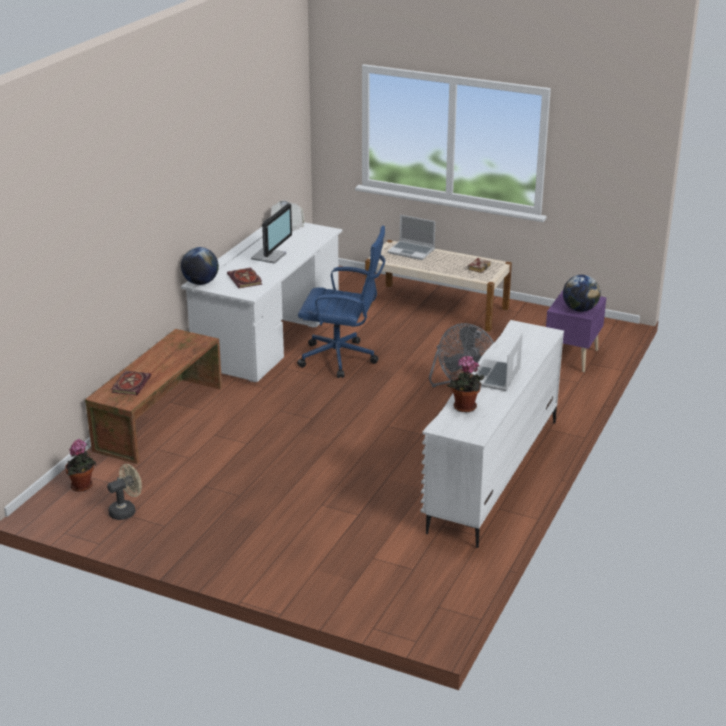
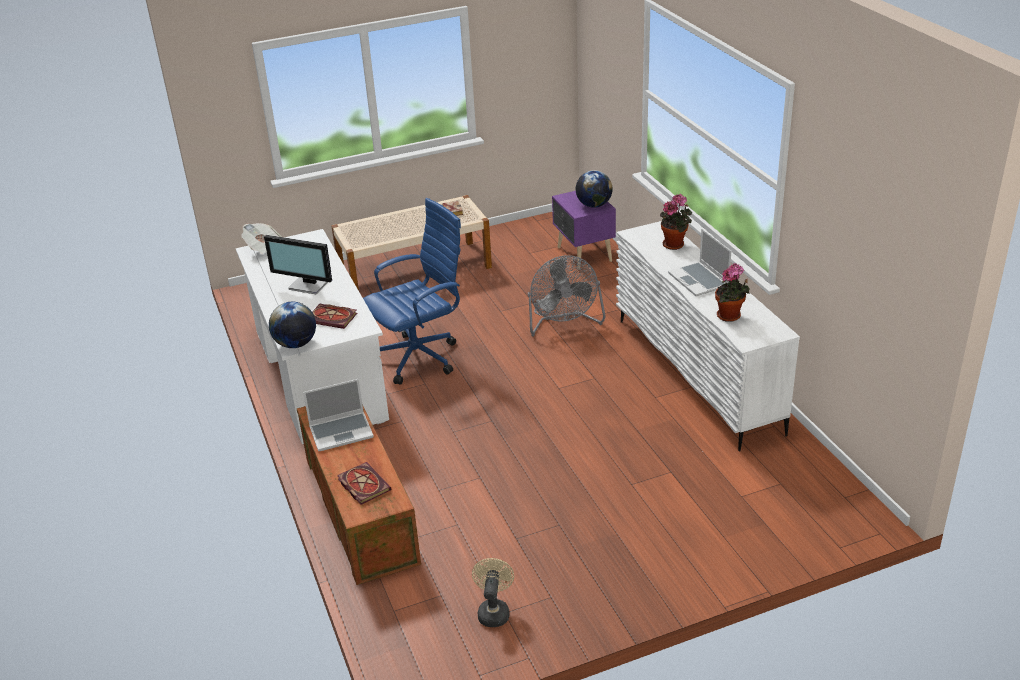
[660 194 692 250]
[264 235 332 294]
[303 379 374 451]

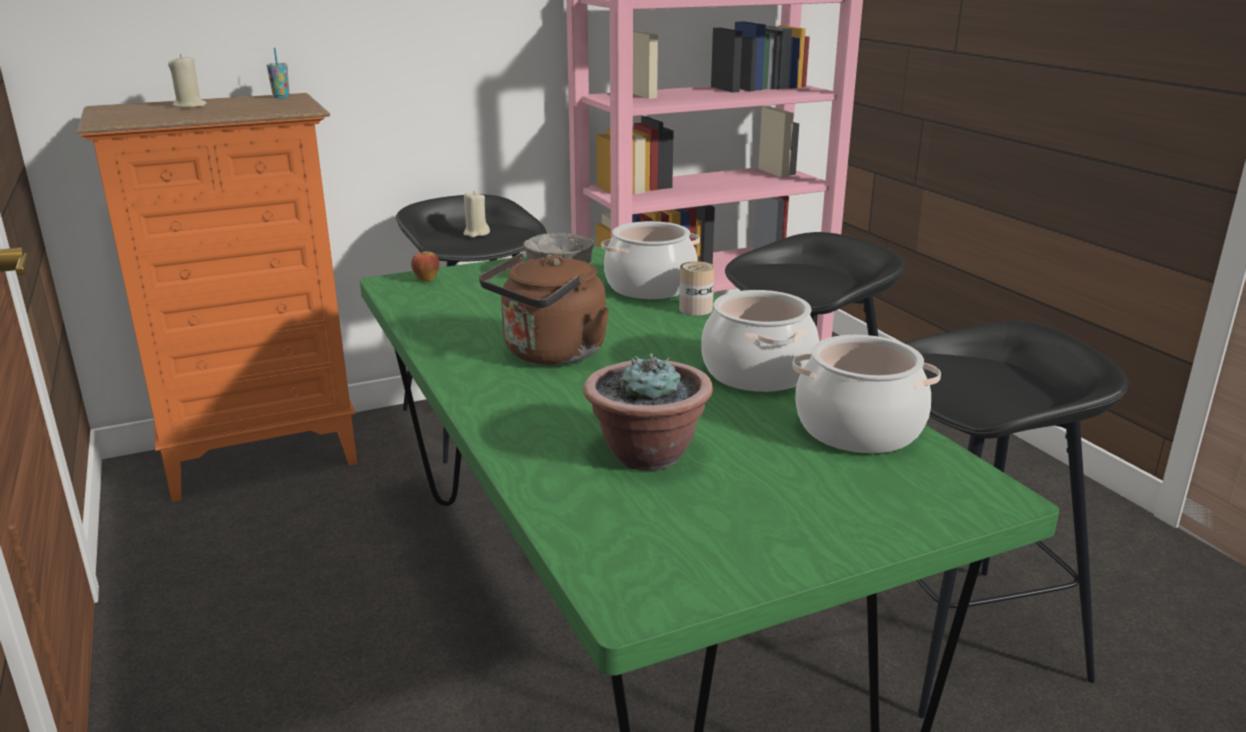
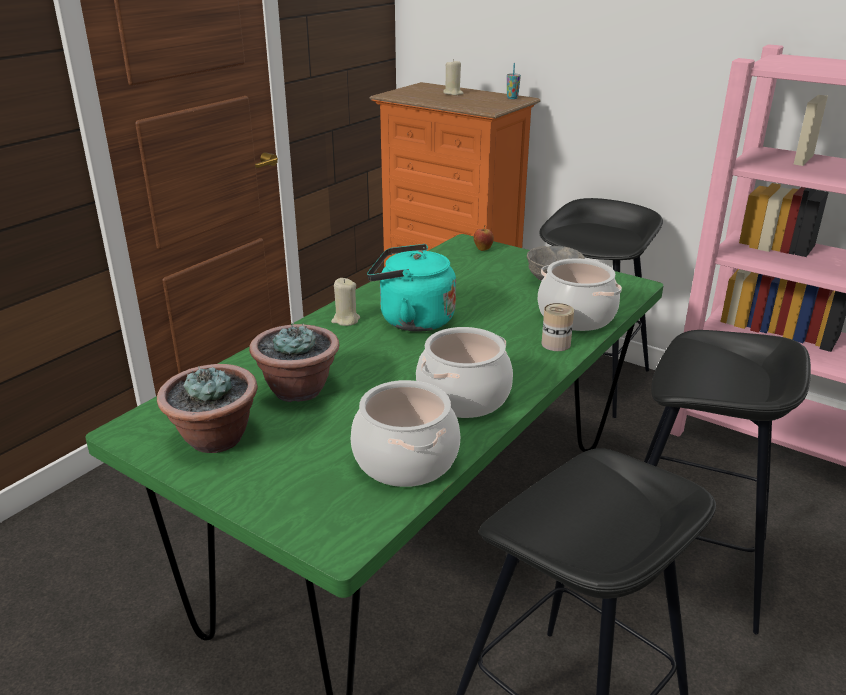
[331 278 360 326]
[367 244 456 332]
[157 364 258 453]

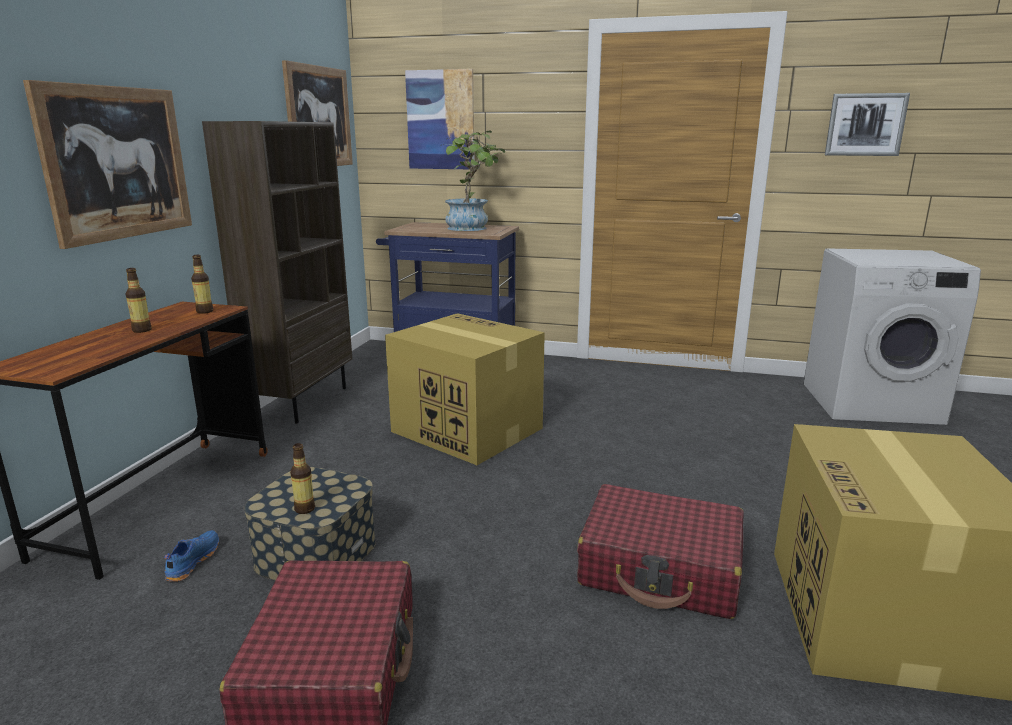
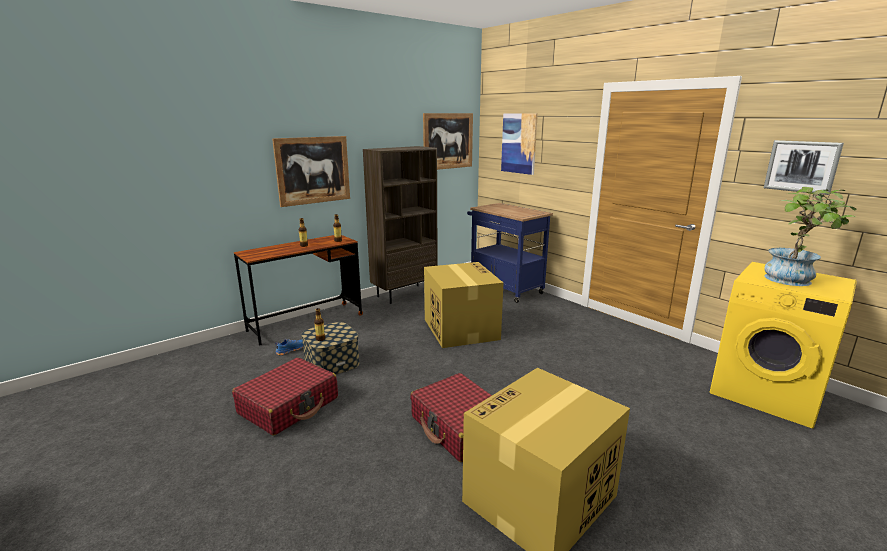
[764 187 857 286]
[709 262 857 428]

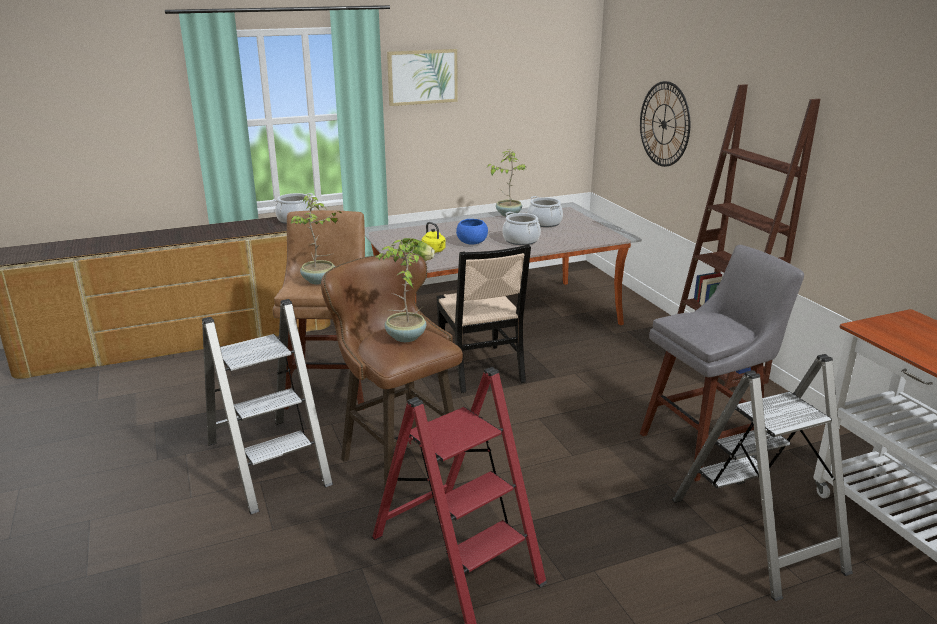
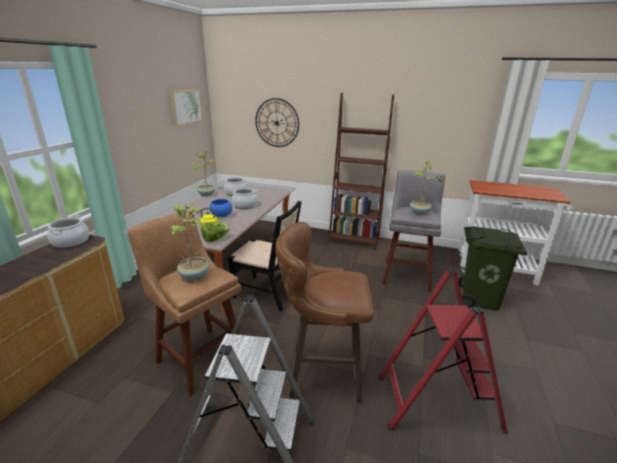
[410 160 442 215]
[170 89 203 127]
[458 227 527 311]

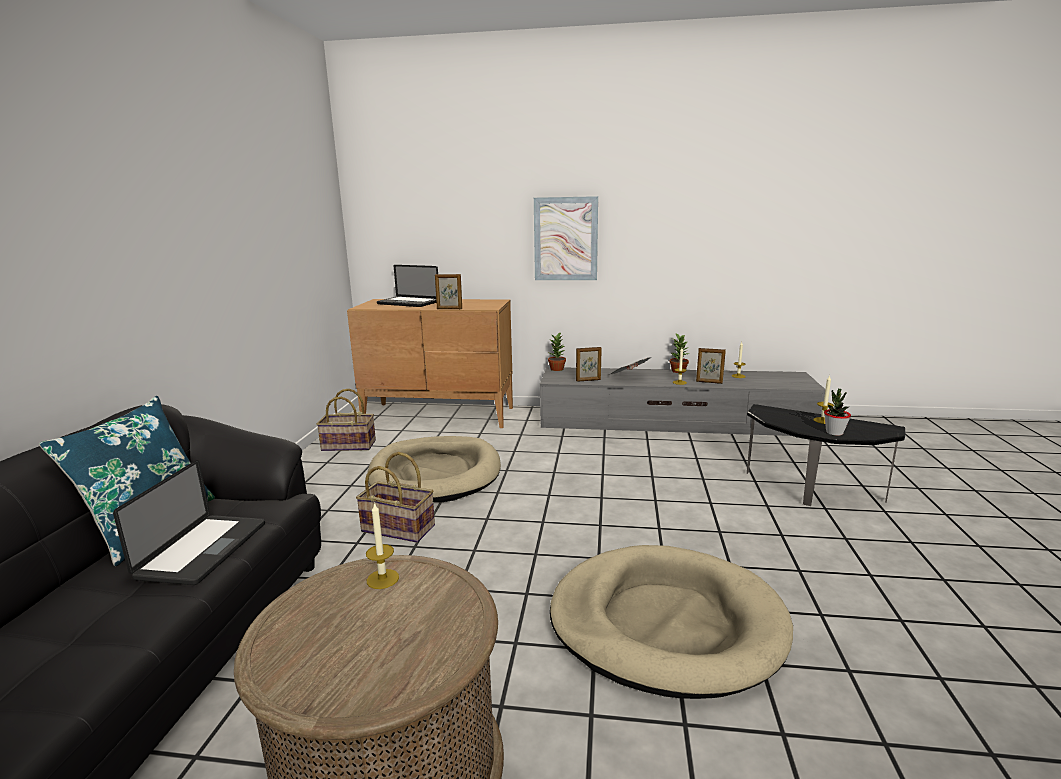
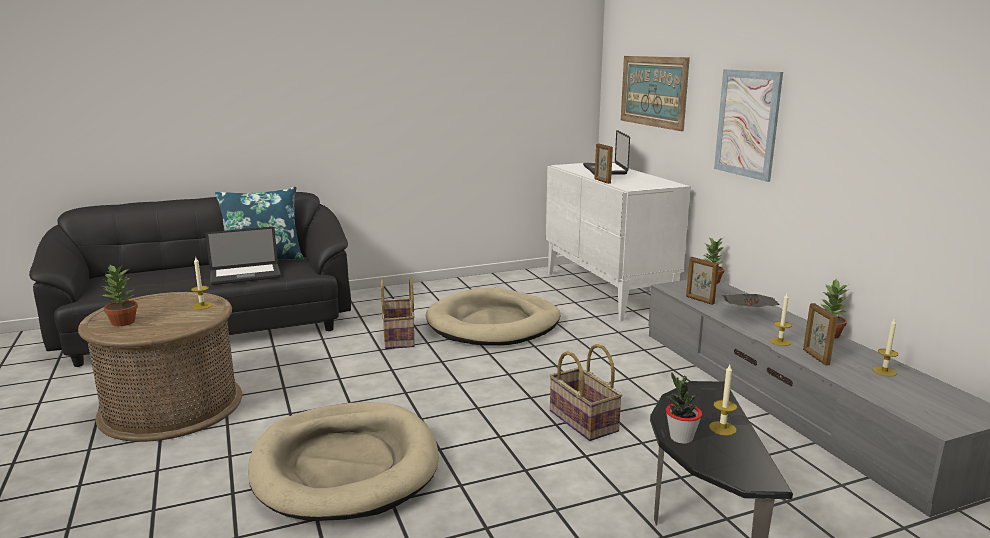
[550 344 622 441]
[546 162 691 321]
[102 264 138 326]
[621 56 690 131]

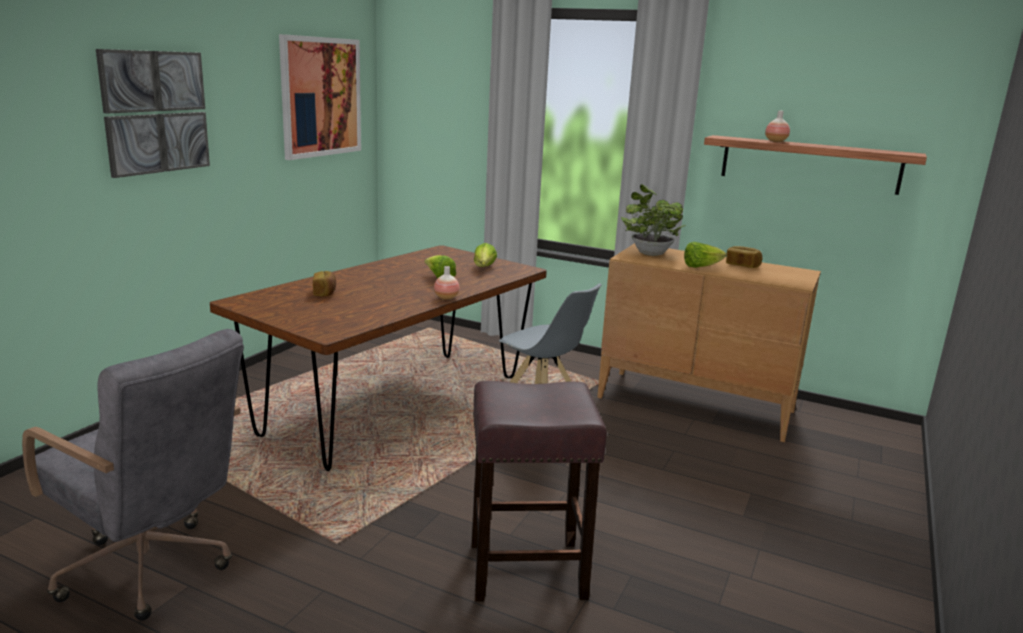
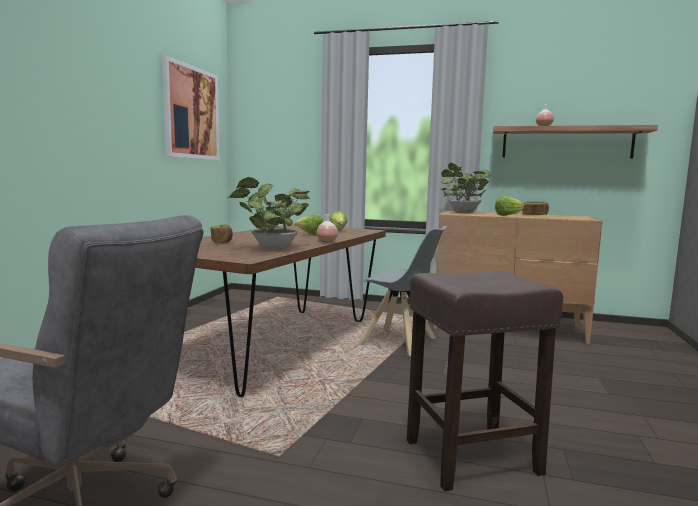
[96 49 210 178] (first image)
[227 177 310 250]

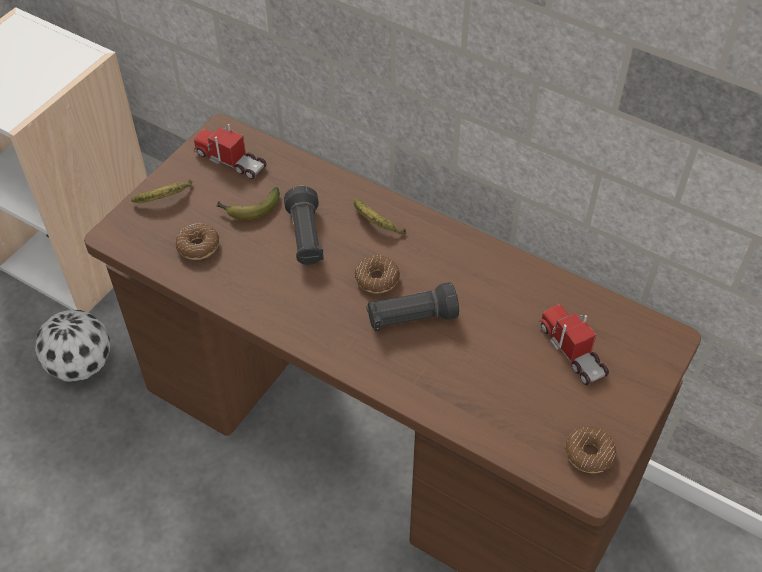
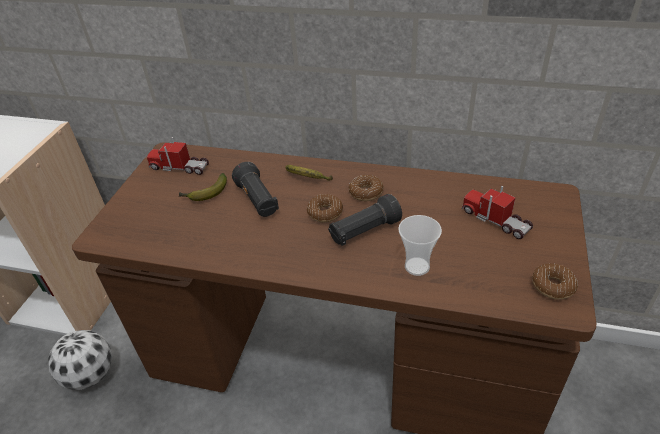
[131 179 192 203] (first image)
[349 175 384 201]
[398 215 442 276]

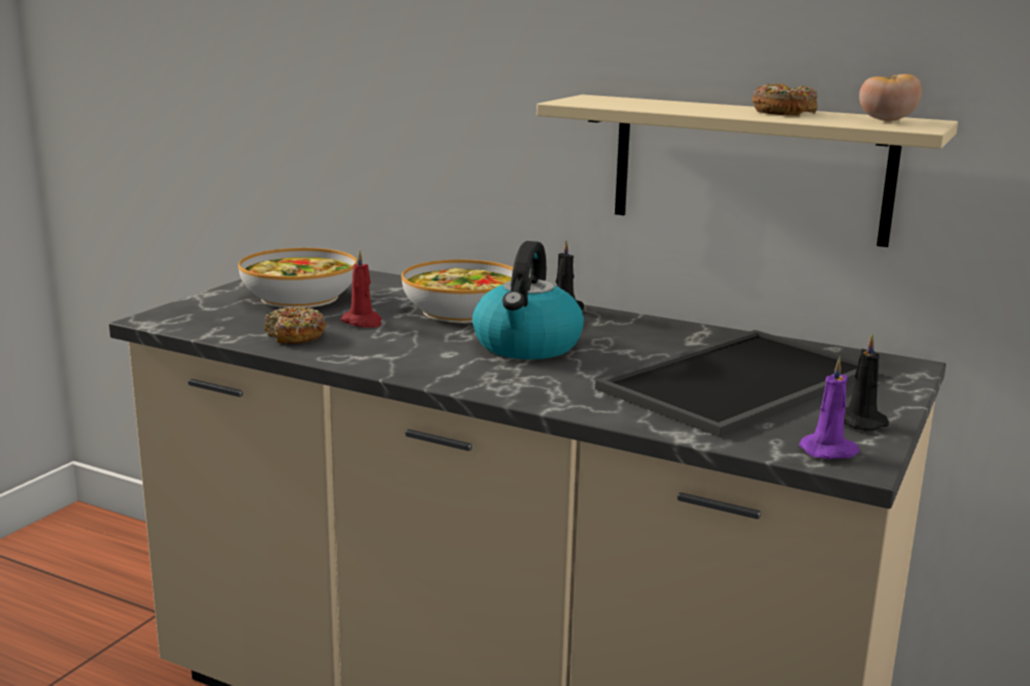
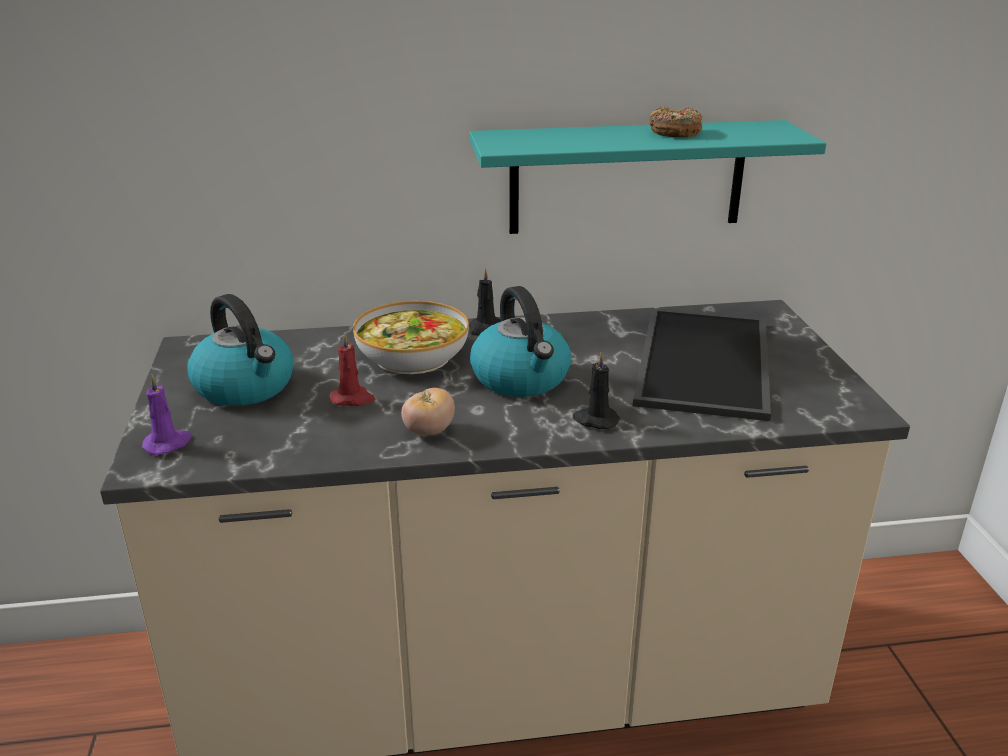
[187 294 294 406]
[265 306 326 344] (first image)
[469 120 826 234]
[142 374 192 455]
[573 352 620 429]
[401 388 455 435]

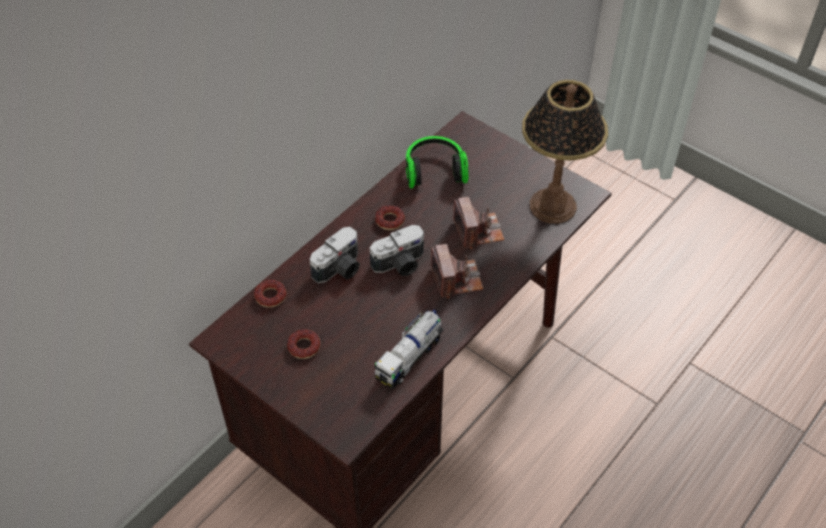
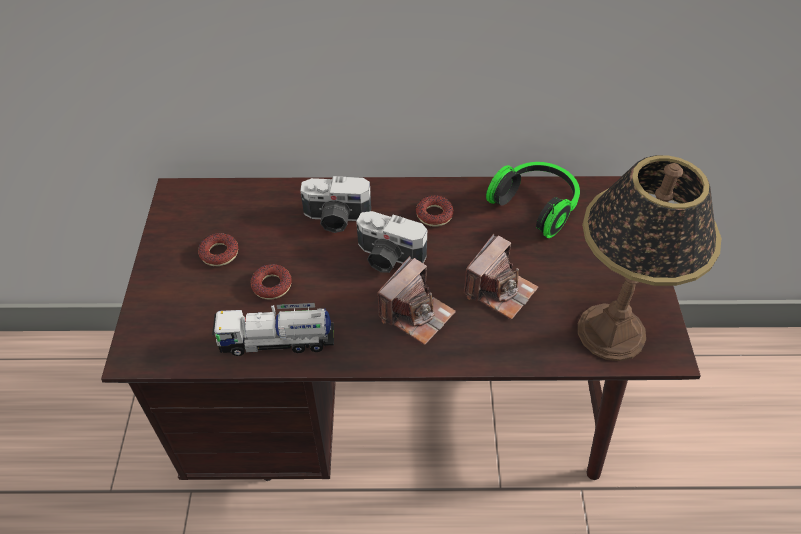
[251 264 292 300]

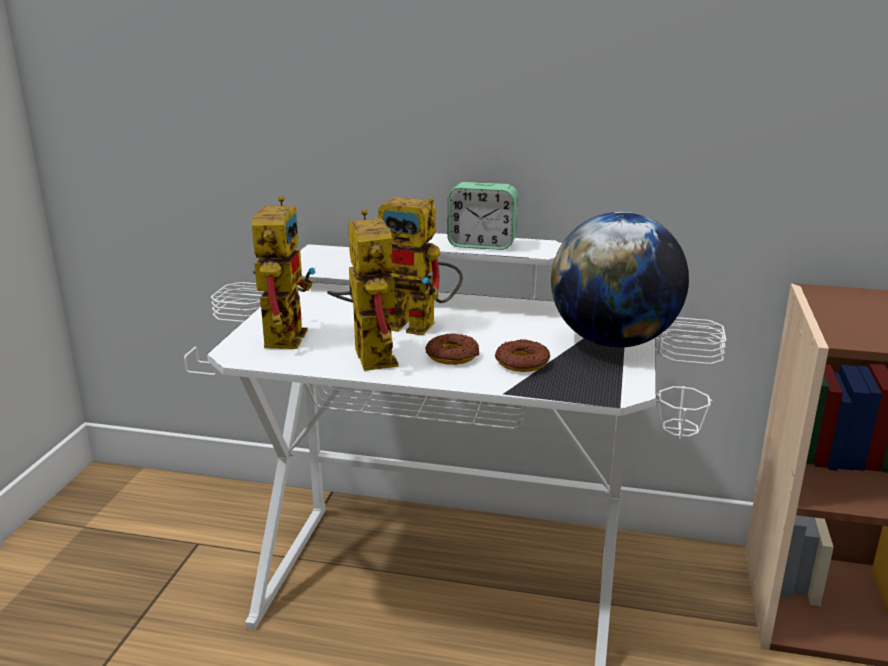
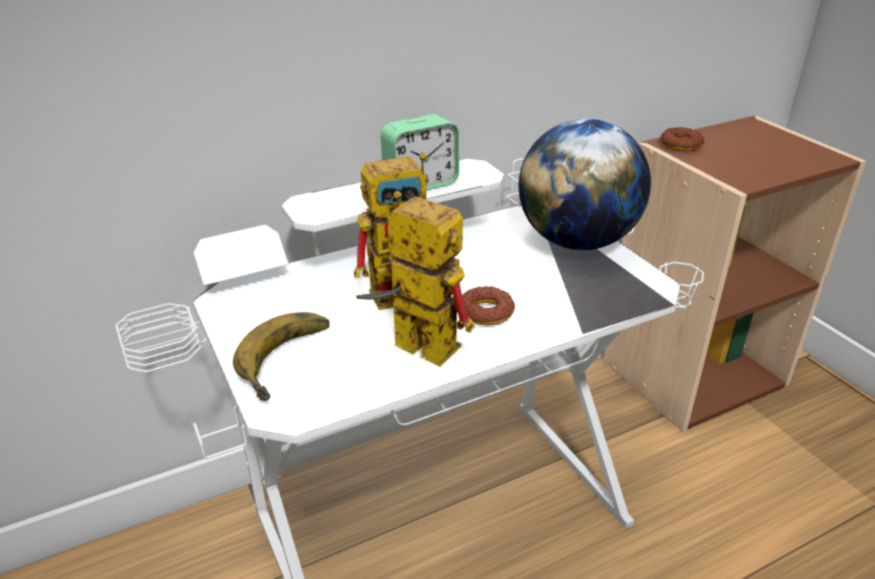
[233 312 330 401]
[661 127 704 151]

